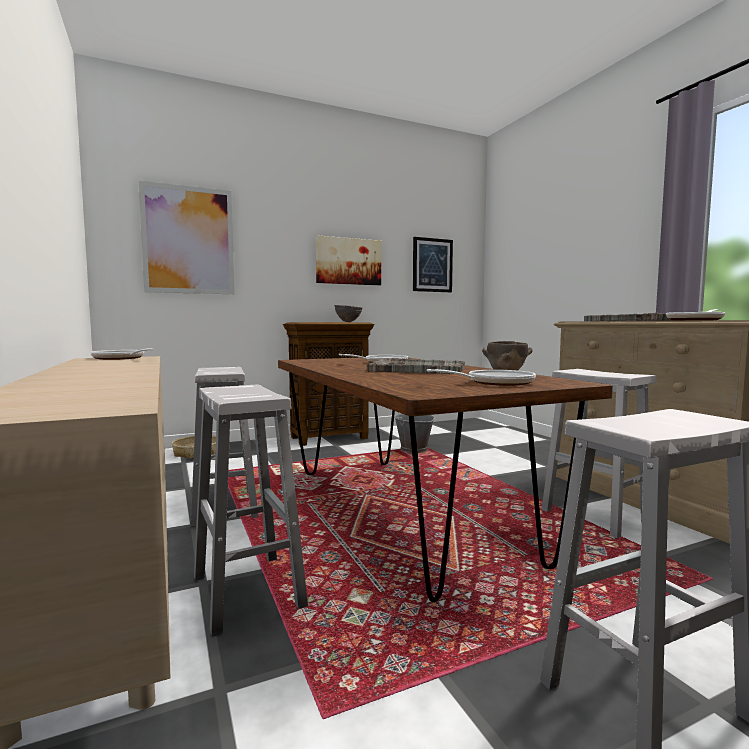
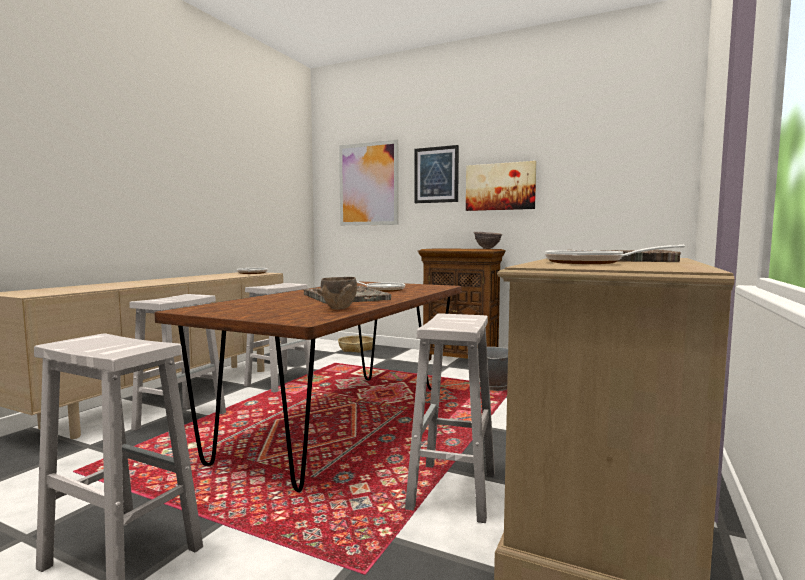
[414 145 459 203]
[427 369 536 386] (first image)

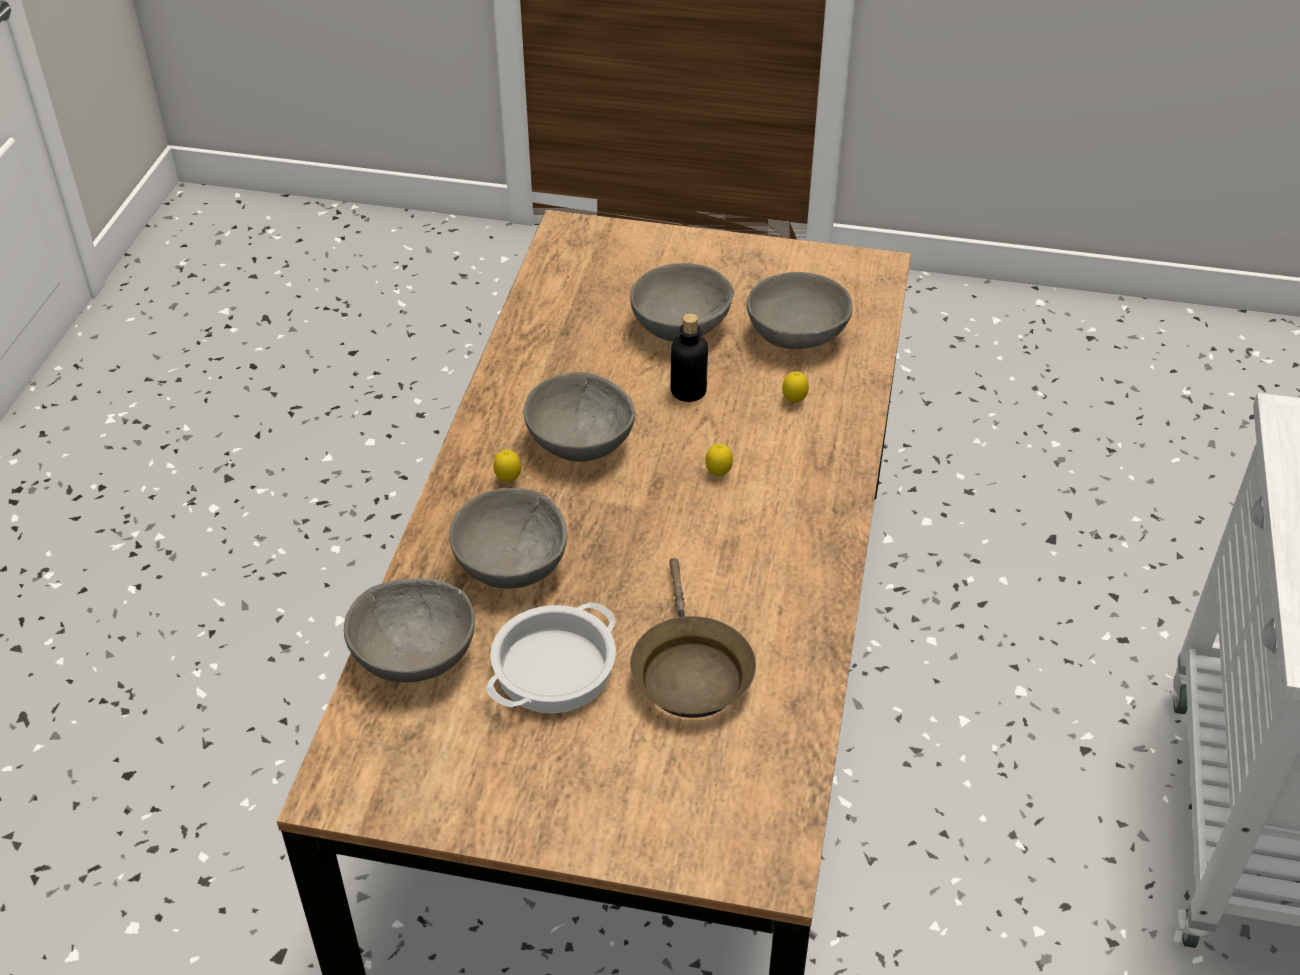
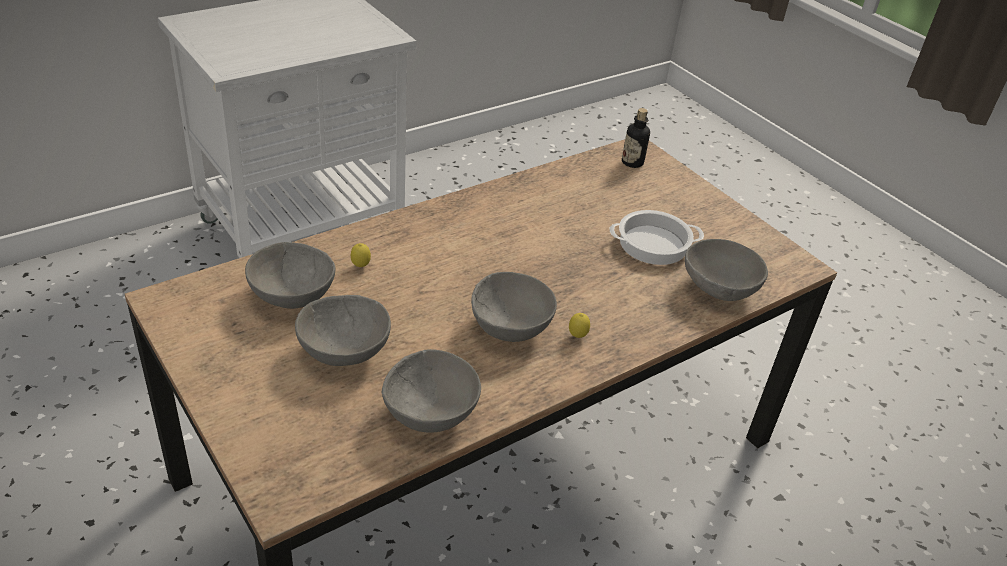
[382 349 481 433]
[630 558 756 718] (first image)
[622 108 650 168]
[705 443 733 476] (first image)

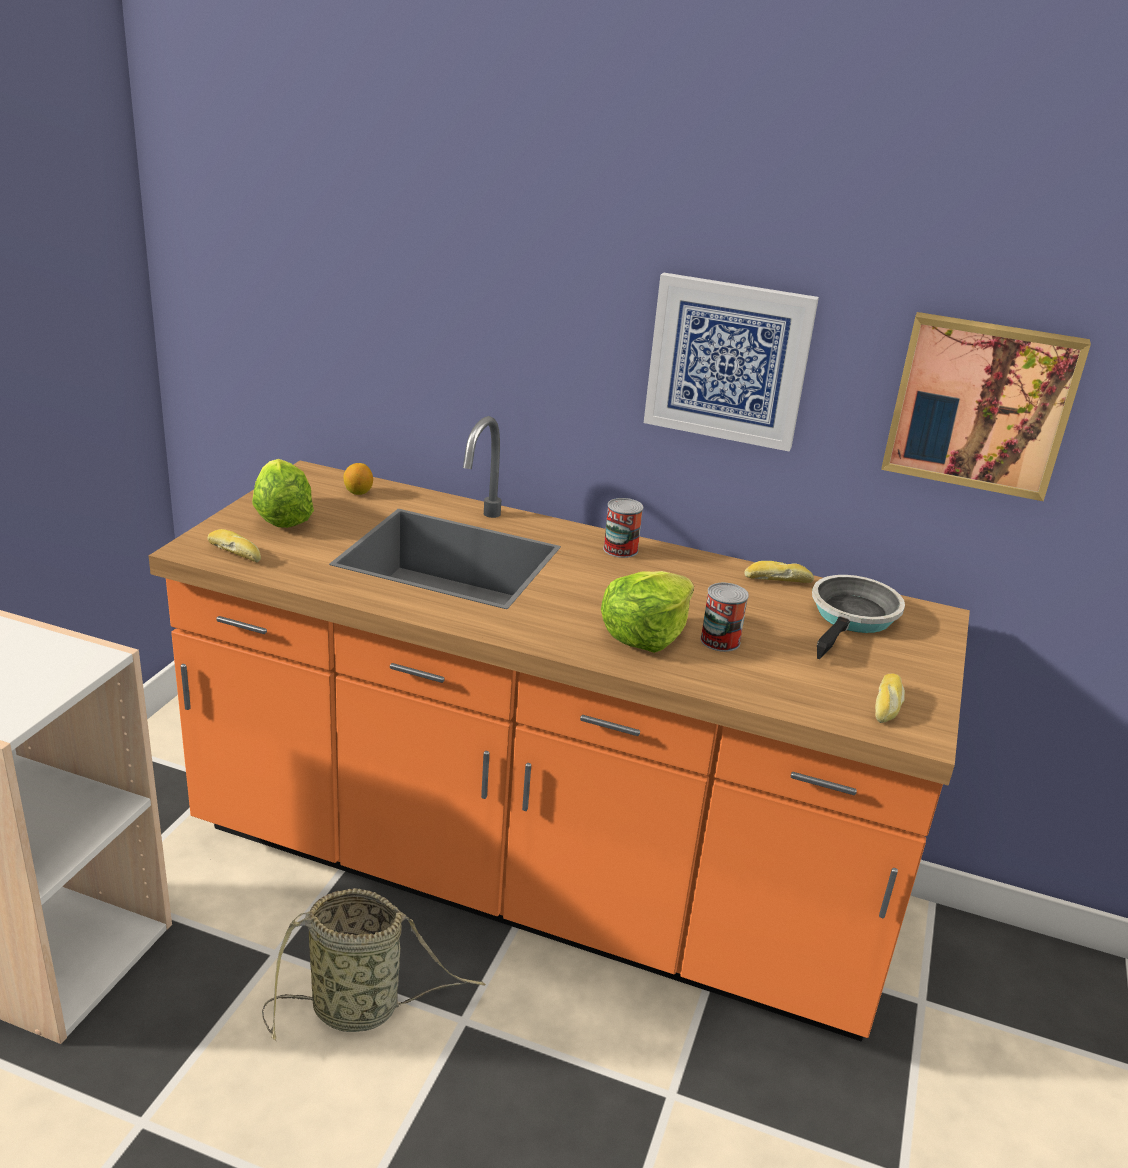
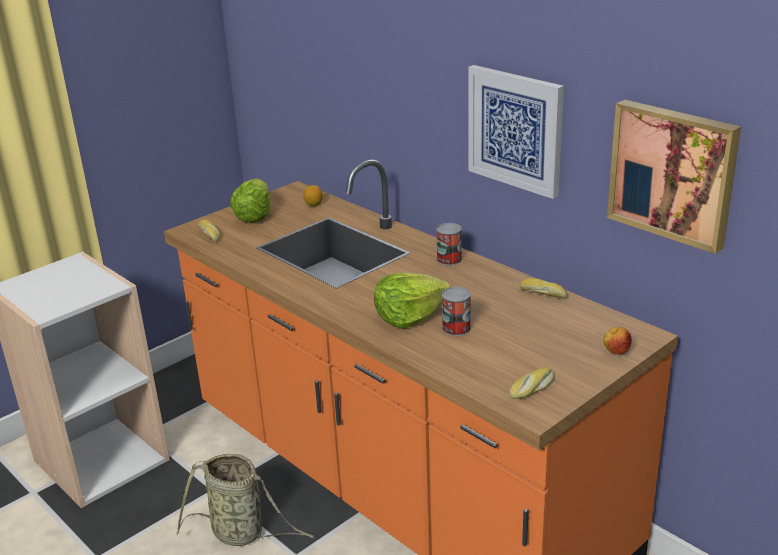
[812 575 905 659] (first image)
[603 327 632 355]

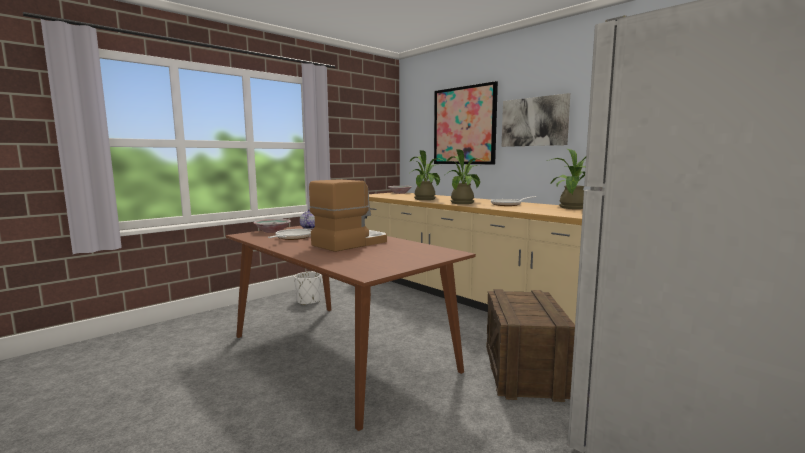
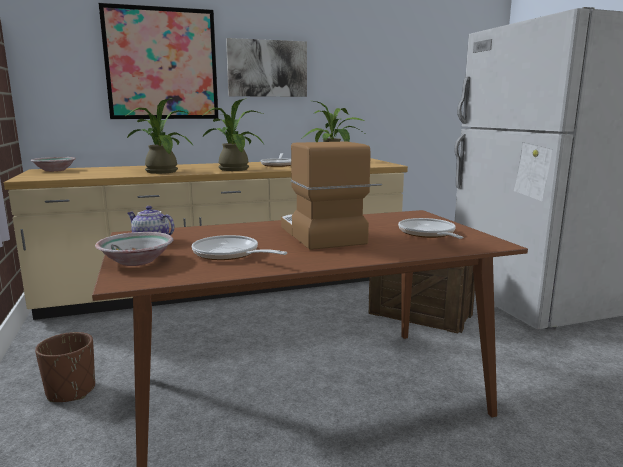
[35 332 95 402]
[398 218 463 239]

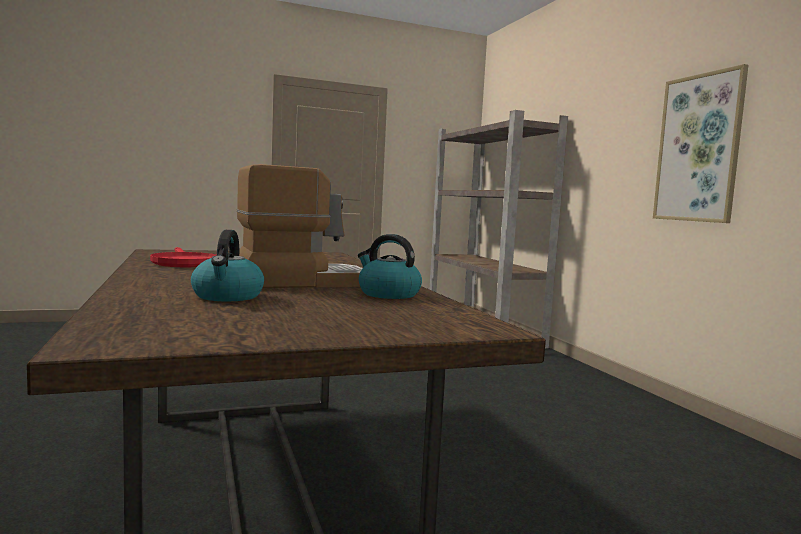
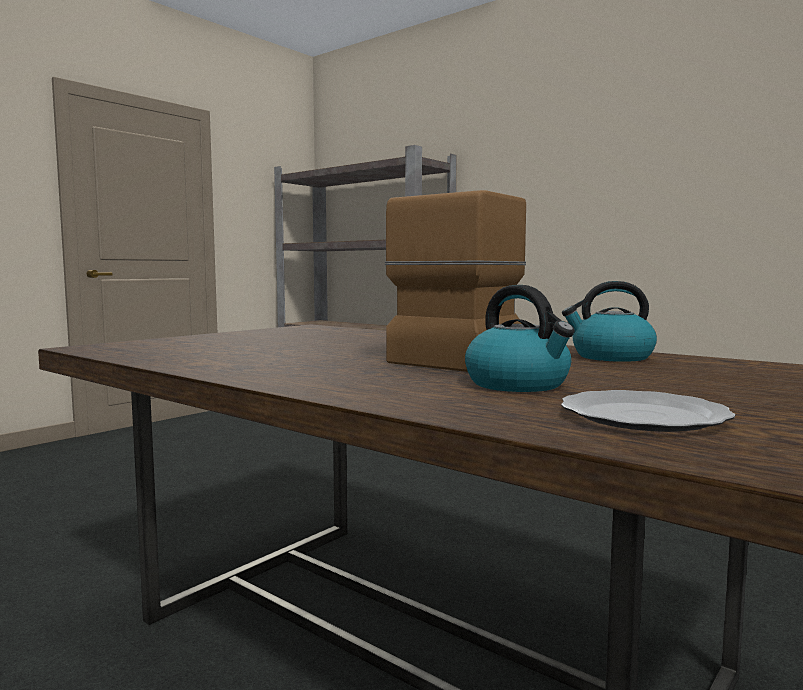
[150 247 216 267] (first image)
[653 64 748 223] (first image)
[561 390 736 432]

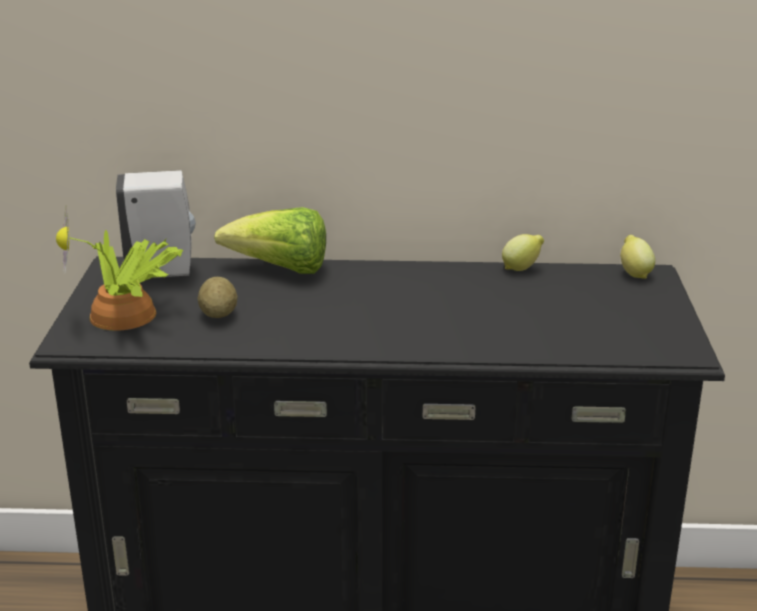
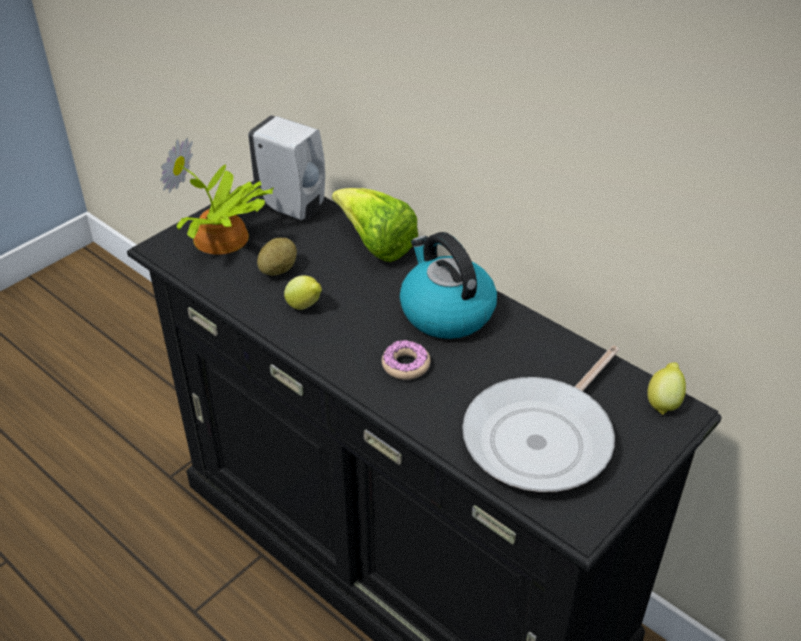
[284 276 322 310]
[382 340 430 380]
[400 232 497 339]
[462 345 619 492]

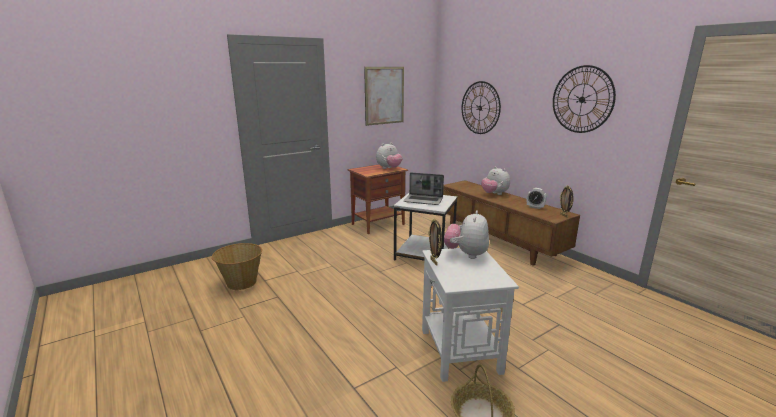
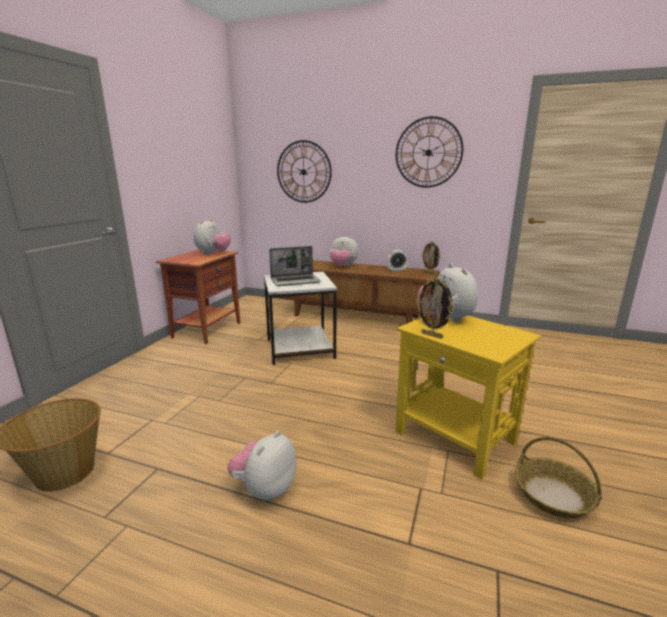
[364 67 404 126] (first image)
[395 315 541 480]
[227 431 297 501]

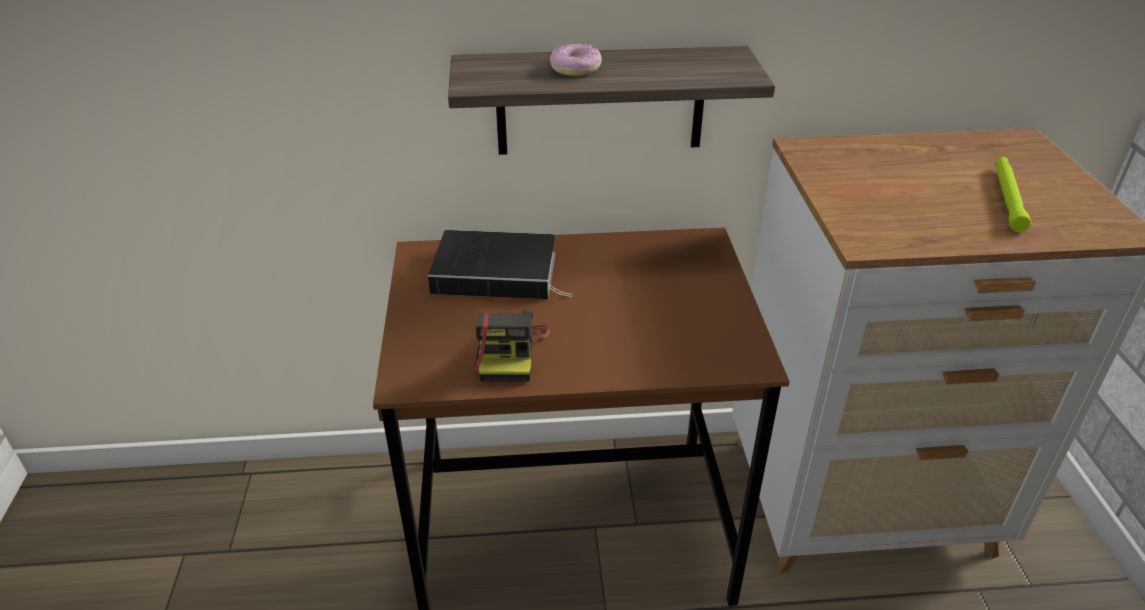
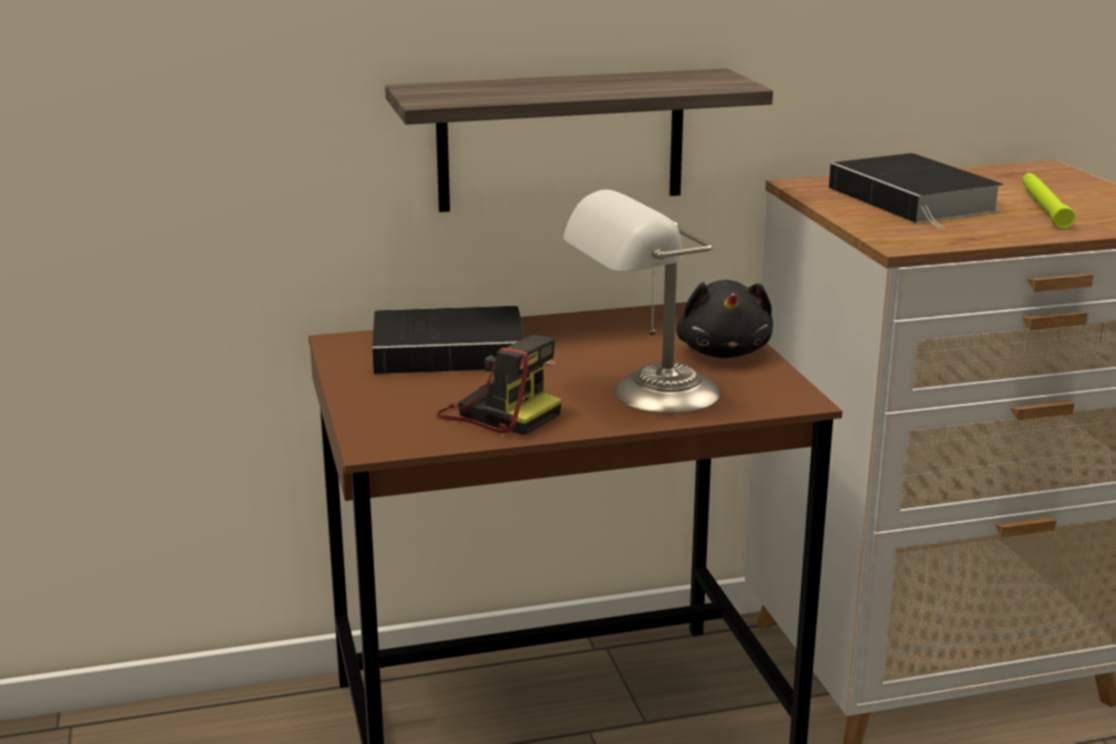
[436 335 562 435]
[549 43 602 76] (first image)
[563 190 720 413]
[676 280 773 358]
[829 153 1003 229]

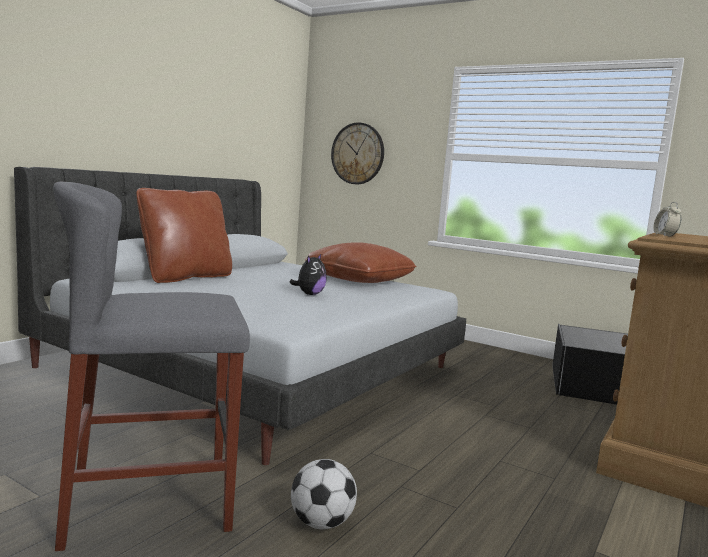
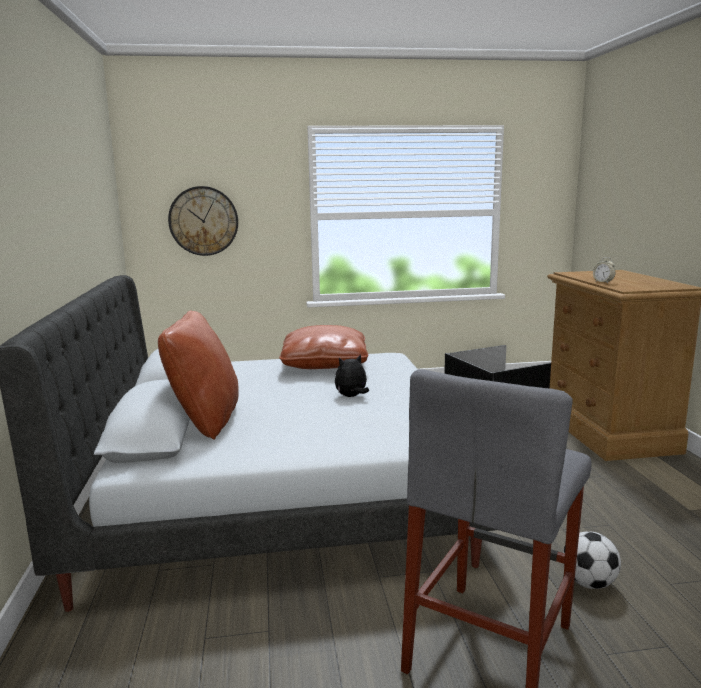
[335 354 369 397]

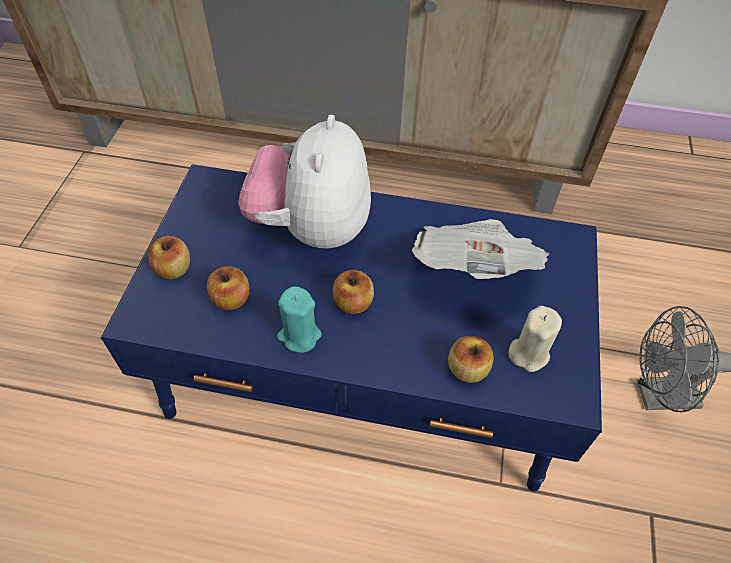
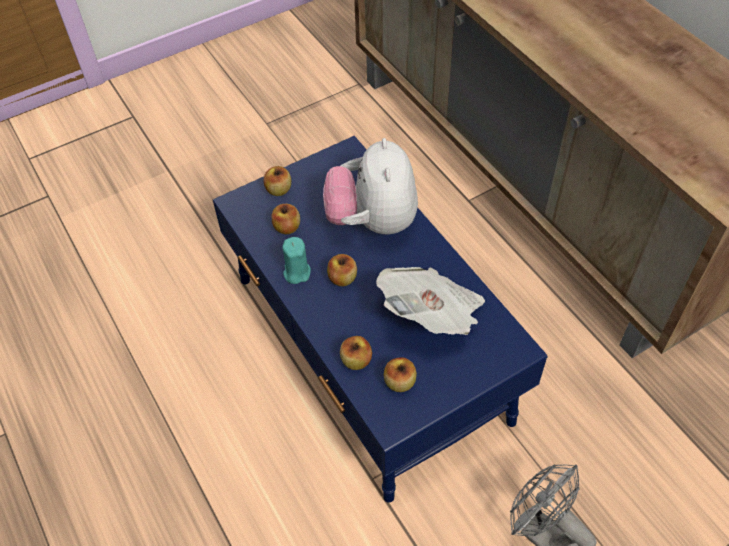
[323 138 418 234]
[384 357 417 392]

